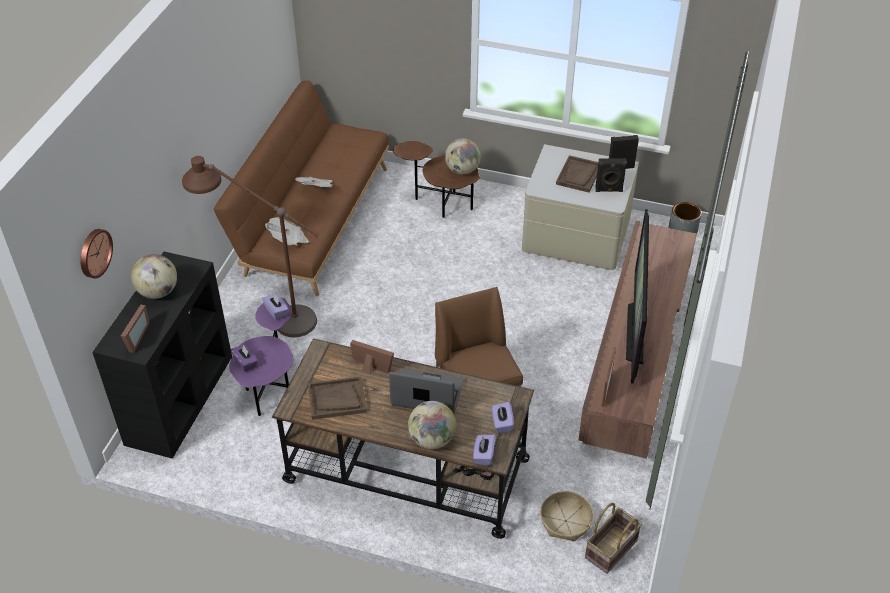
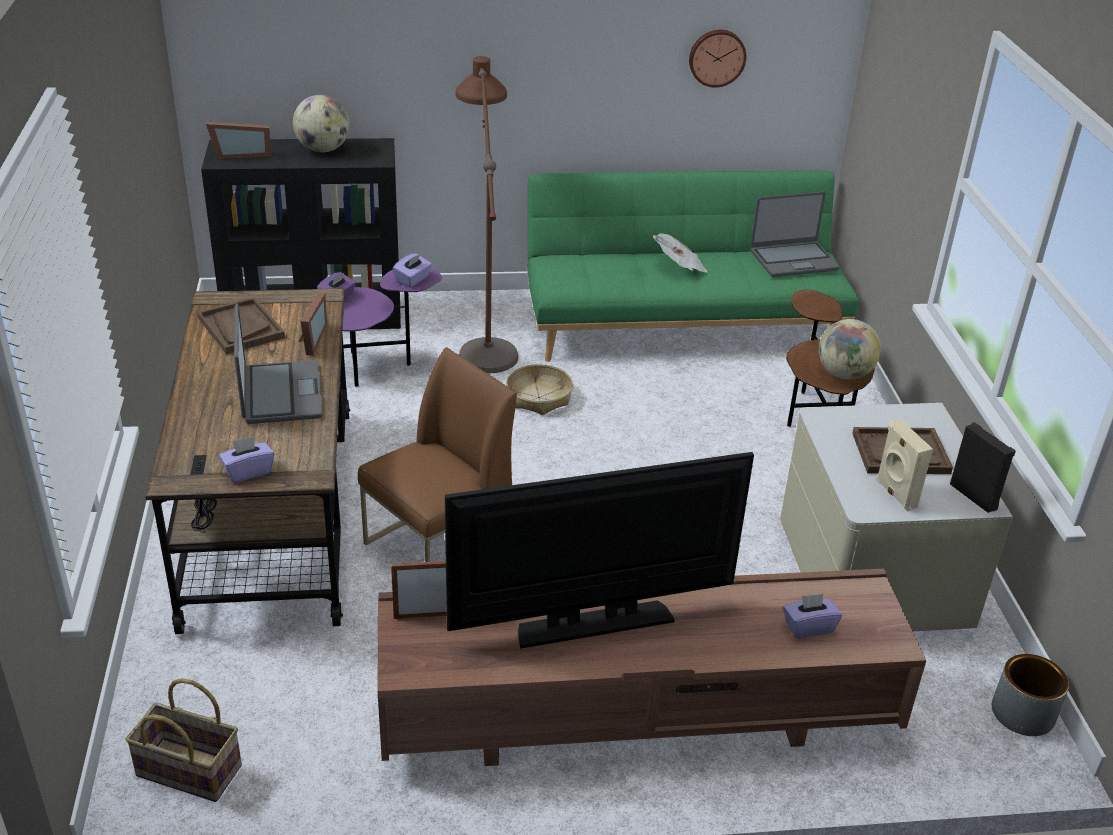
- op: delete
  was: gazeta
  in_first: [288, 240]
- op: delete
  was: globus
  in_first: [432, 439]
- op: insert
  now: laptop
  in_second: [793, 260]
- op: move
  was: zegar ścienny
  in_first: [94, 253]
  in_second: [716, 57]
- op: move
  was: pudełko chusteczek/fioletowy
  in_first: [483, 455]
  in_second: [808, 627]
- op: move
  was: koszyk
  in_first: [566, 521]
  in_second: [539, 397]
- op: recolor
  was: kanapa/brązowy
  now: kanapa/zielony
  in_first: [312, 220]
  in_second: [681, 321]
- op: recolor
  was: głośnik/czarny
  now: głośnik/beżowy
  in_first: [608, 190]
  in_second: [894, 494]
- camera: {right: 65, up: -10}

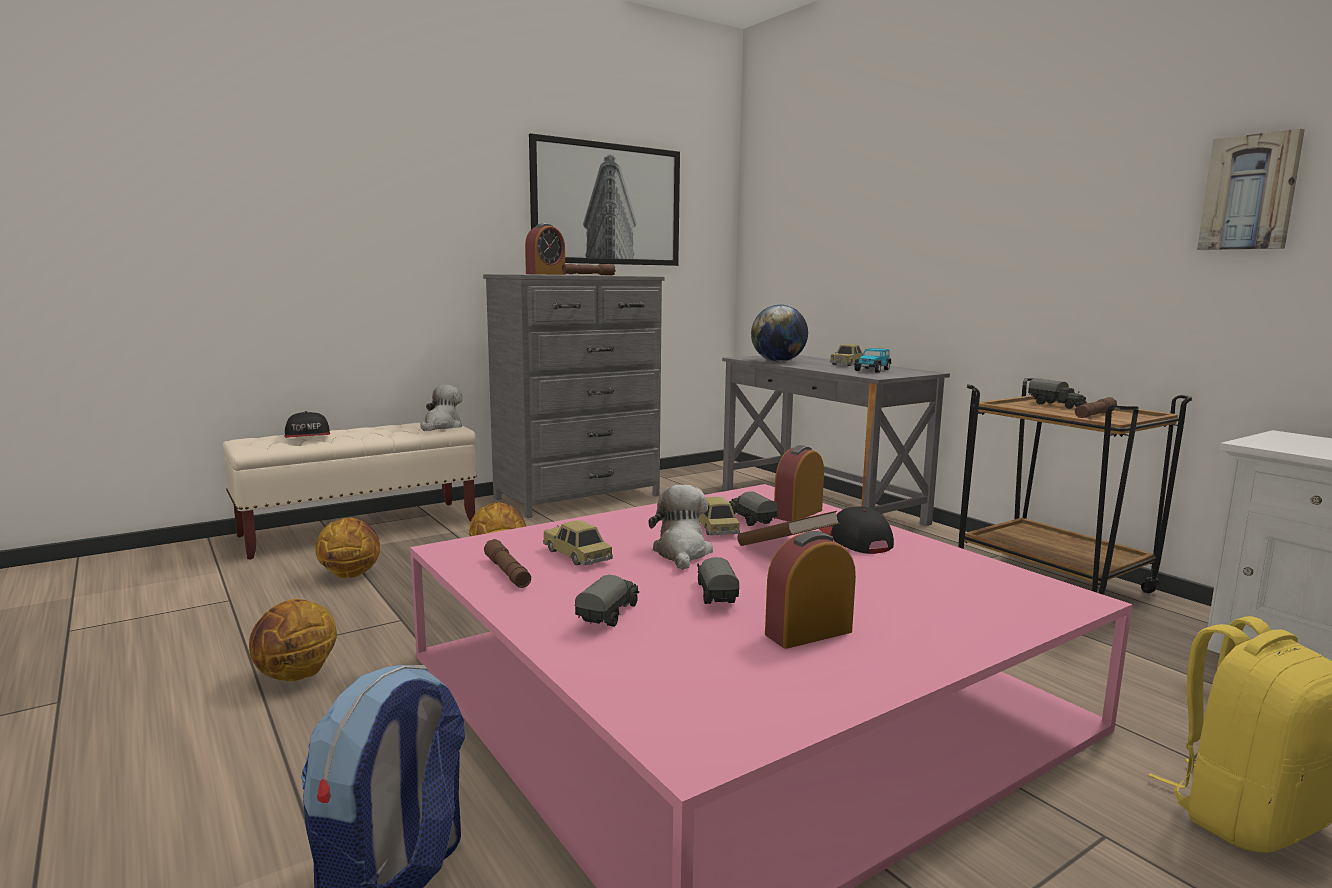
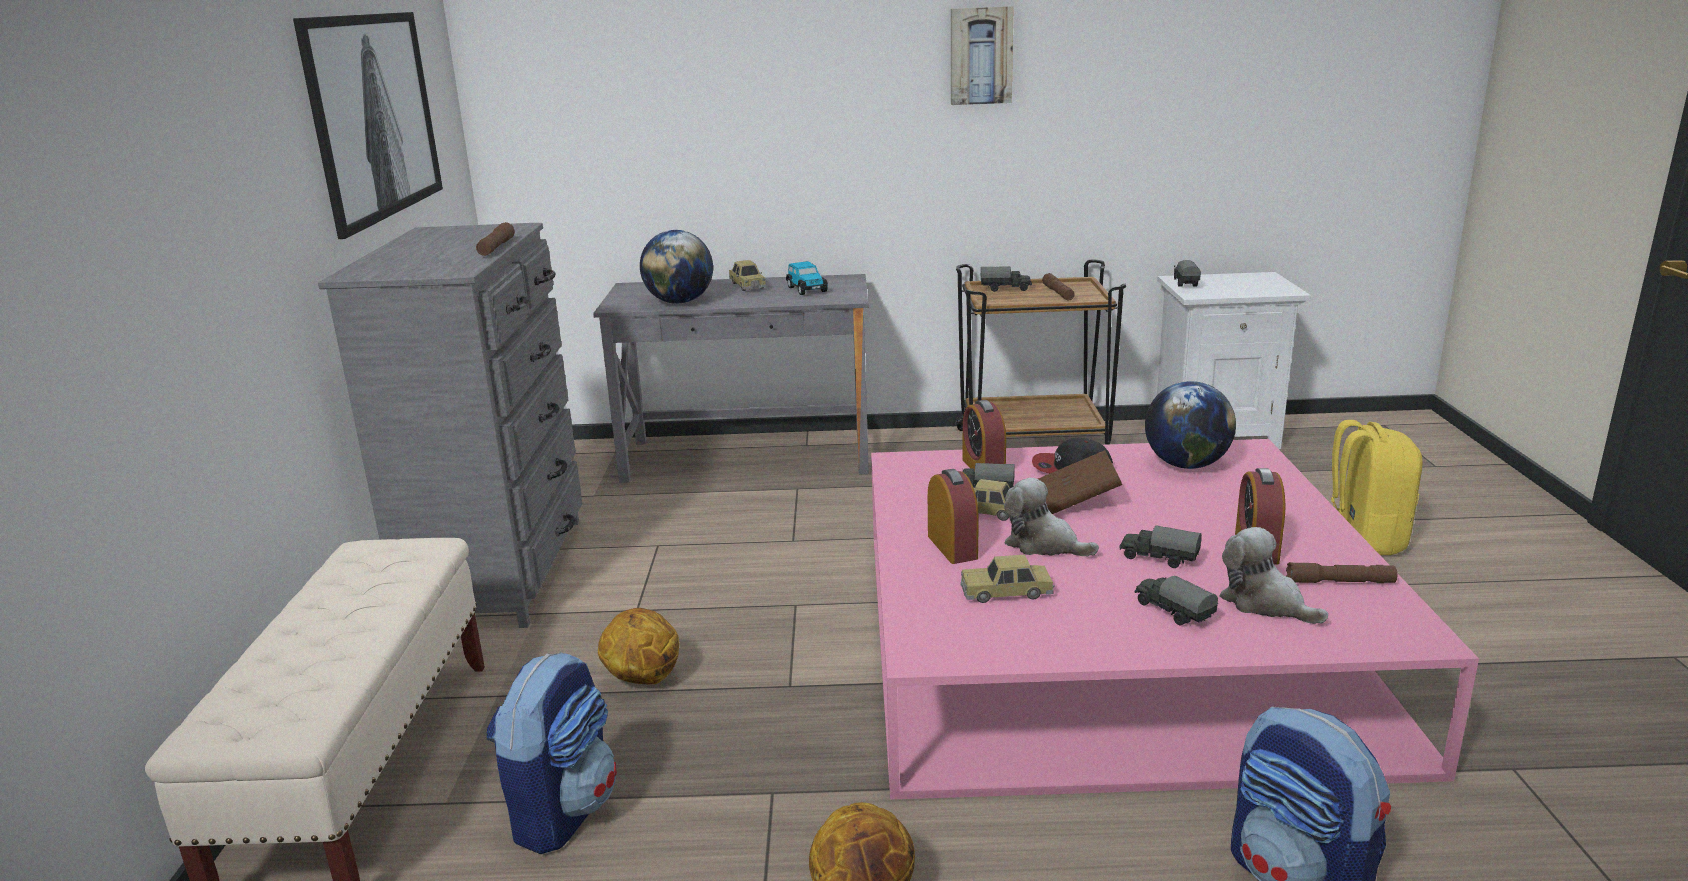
- op: delete
  was: czapka z daszkiem
  in_first: [308, 437]
- op: insert
  now: globus
  in_second: [1186, 465]
- op: insert
  now: ciężarówka zabawkowa
  in_second: [1185, 283]
- op: move
  was: pluszak
  in_first: [442, 426]
  in_second: [1265, 603]
- op: move
  was: latarka/brązowy
  in_first: [507, 572]
  in_second: [1340, 582]
- op: move
  was: budzik
  in_first: [545, 274]
  in_second: [952, 547]
- op: move
  was: obraz
  in_first: [1250, 193]
  in_second: [981, 56]
- op: replace
  was: piłka do koszykówki
  now: plecak
  in_first: [350, 574]
  in_second: [562, 811]
- camera: {right: -55, up: 10}

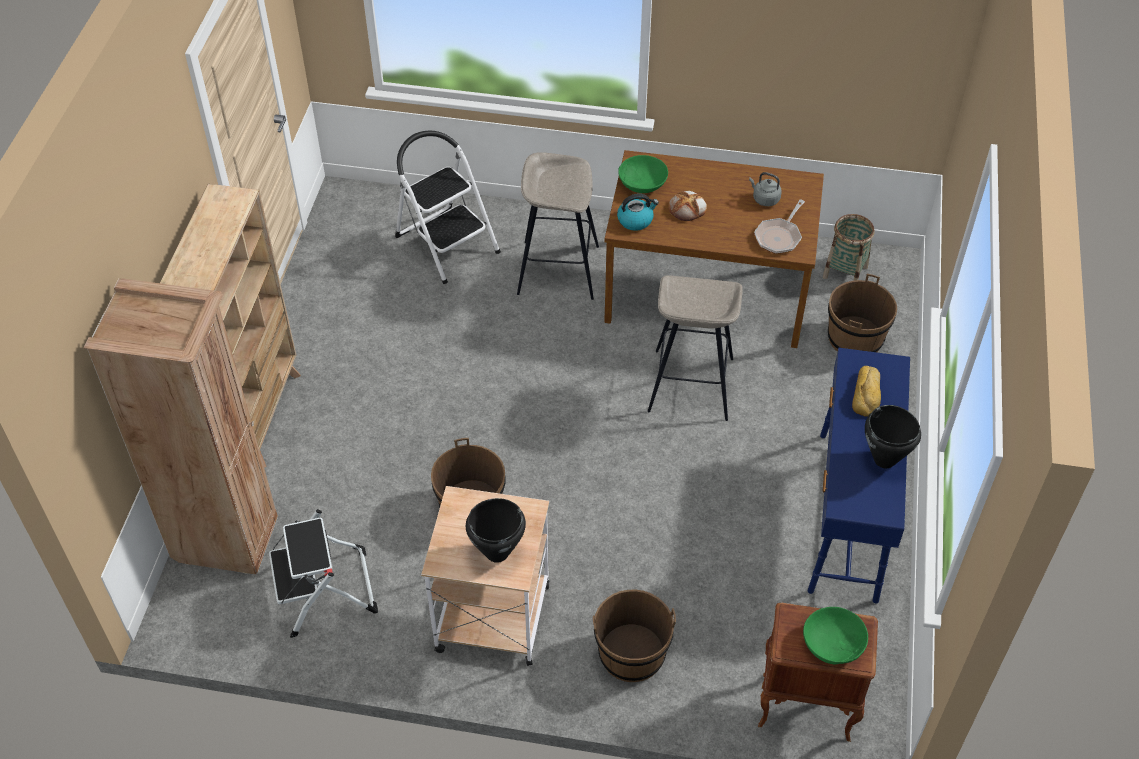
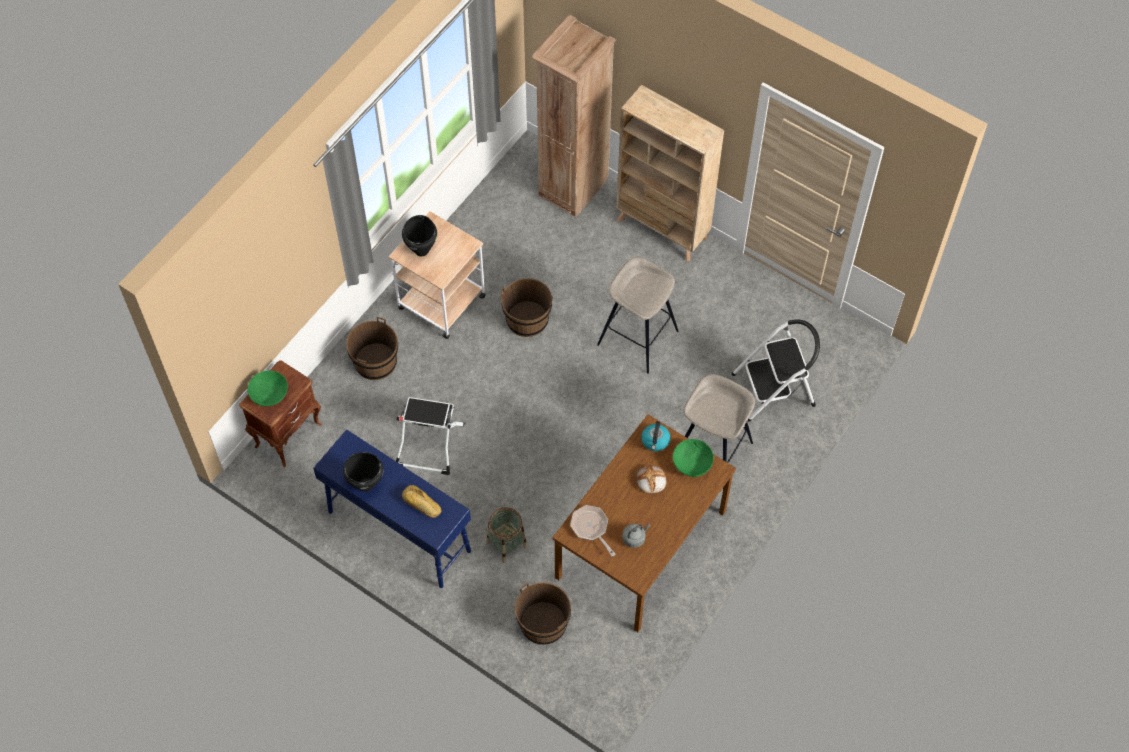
- op: move
  was: drabinka
  in_first: [325, 589]
  in_second: [428, 442]
- op: move
  was: stołek/szary
  in_first: [690, 385]
  in_second: [637, 337]
- op: move
  was: koszyk
  in_first: [845, 272]
  in_second: [506, 544]
- camera: {right: 115, up: 10}

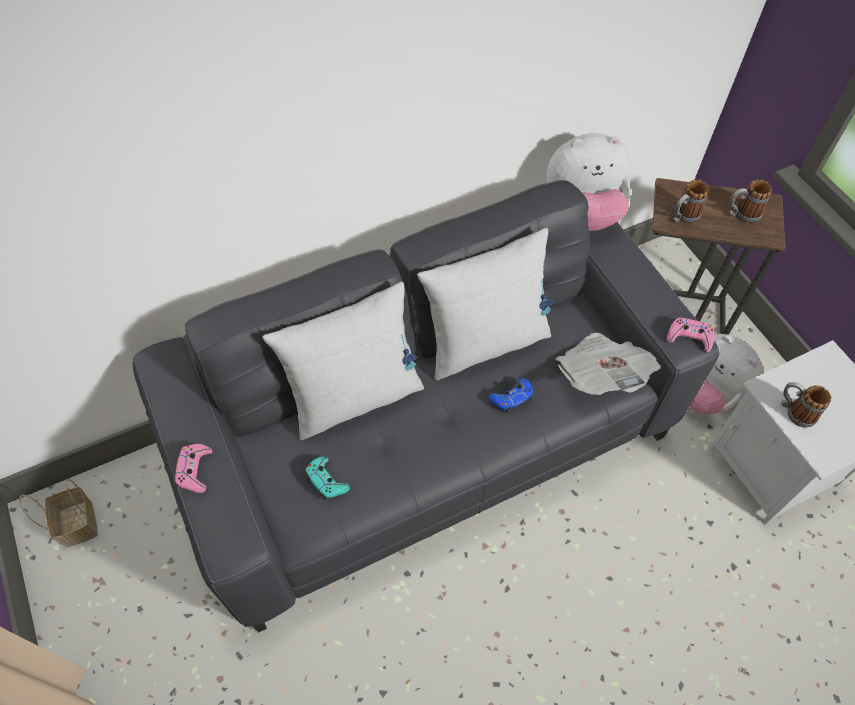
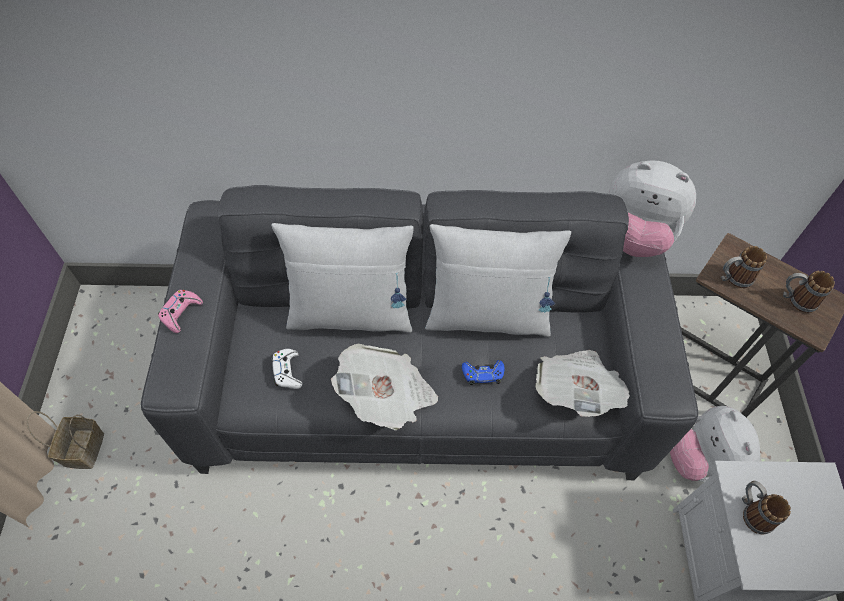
- op: delete
  was: pad do gier/różowy
  in_first: [689, 337]
- op: insert
  now: gazeta
  in_second: [387, 396]
- op: move
  was: koszyk
  in_first: [77, 522]
  in_second: [83, 447]
- op: recolor
  was: pad do gier/turkusowy
  now: pad do gier/biały
  in_first: [327, 481]
  in_second: [287, 372]
- camera: {right: 25, up: 0}

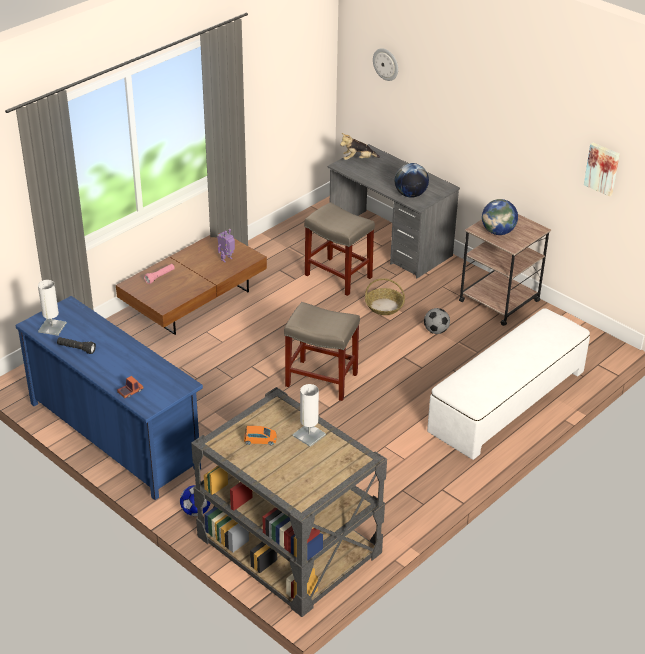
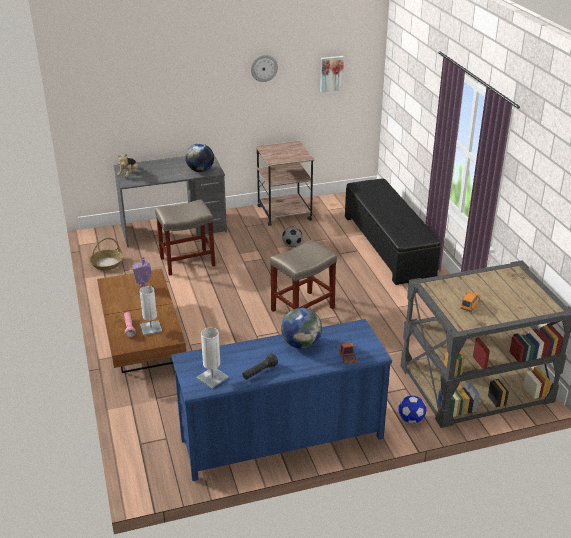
- op: move
  was: lampa stołowa/biały
  in_first: [309, 435]
  in_second: [151, 328]
- op: move
  was: koszyk
  in_first: [384, 306]
  in_second: [107, 263]
- op: move
  was: zegar ścienny
  in_first: [386, 64]
  in_second: [264, 68]
- op: move
  was: globus
  in_first: [498, 232]
  in_second: [301, 344]
- op: recolor
  was: ławka/biały
  now: ławka/czarny
  in_first: [507, 401]
  in_second: [388, 245]
- camera: {right: -60, up: -5}

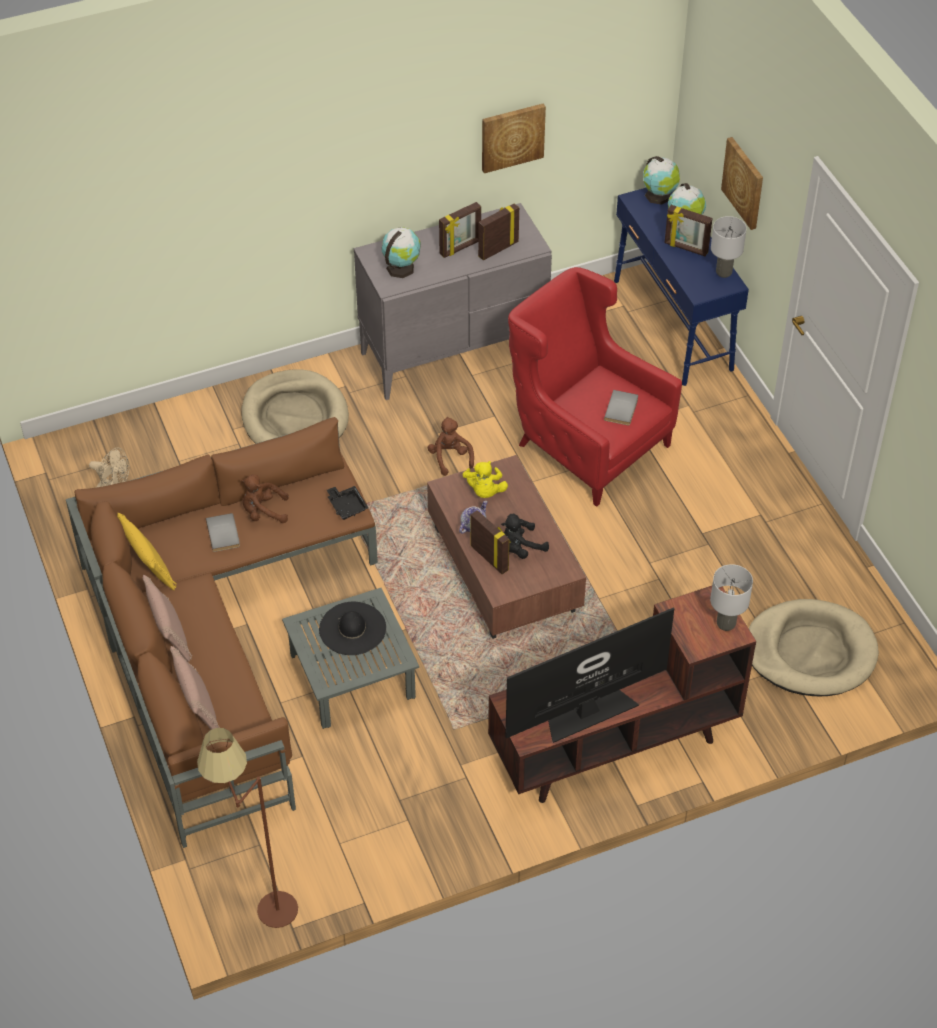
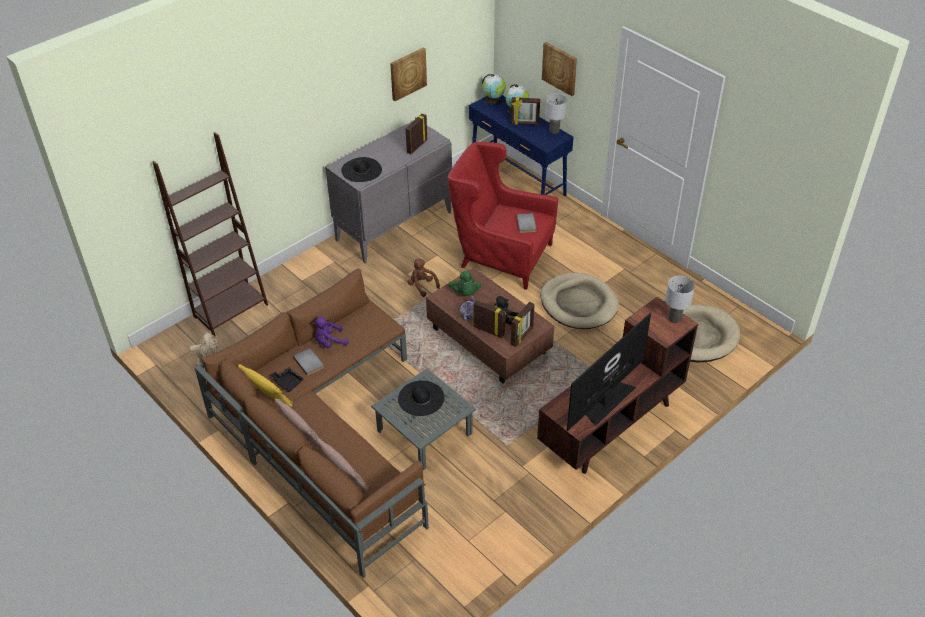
- op: delete
  was: lampa stojąca/brązowy
  in_first: [259, 905]
- op: insert
  now: regał/brązowy
  in_second: [230, 310]
- op: move
  was: legowisko/beżowy
  in_first: [295, 417]
  in_second: [578, 304]
- op: move
  was: taca/czarny
  in_first: [347, 506]
  in_second: [287, 382]
- op: move
  was: ramka na zdjęcie
  in_first: [460, 248]
  in_second: [522, 336]
- op: replace
  was: globus
  now: kapelusz/czarny
  in_first: [401, 267]
  in_second: [361, 170]
- op: recolor
  was: pluszak/brązowy
  now: pluszak/fioletowy
  in_first: [263, 512]
  in_second: [329, 342]
- op: recolor
  was: pluszak/żółty
  now: pluszak/zielony
  in_first: [484, 491]
  in_second: [465, 293]
- camera: {right: -20, up: -5}

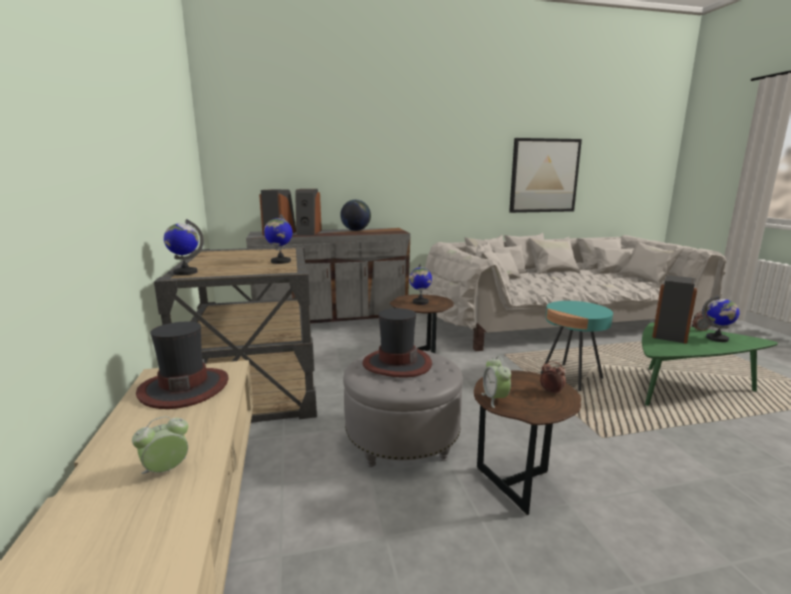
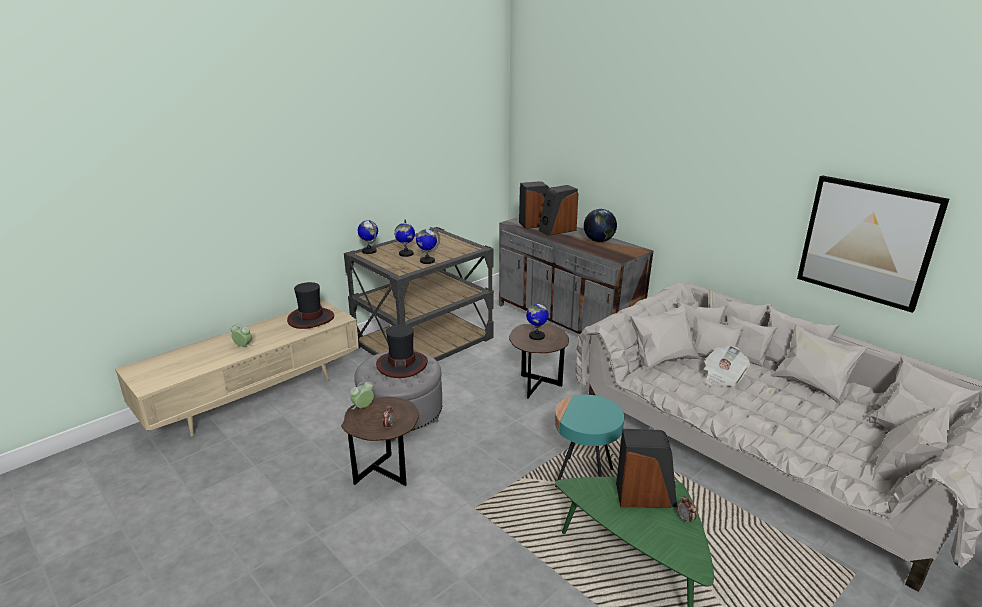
- op: insert
  now: gazeta
  in_second: [722, 377]
- op: move
  was: globus
  in_first: [717, 339]
  in_second: [406, 254]
- camera: {right: 60, up: 10}

